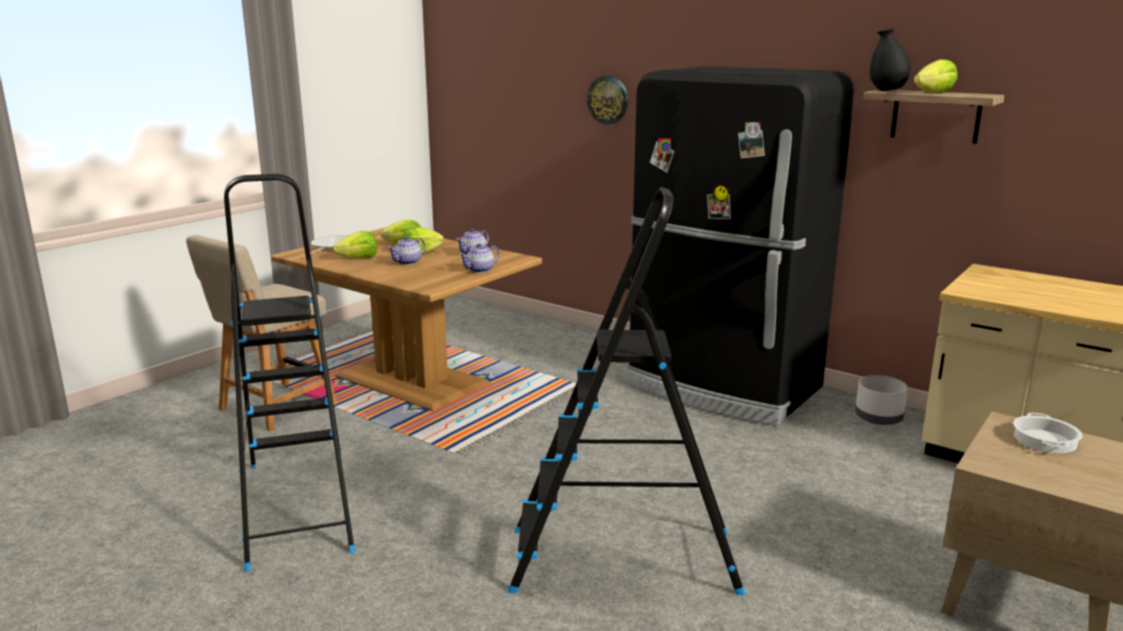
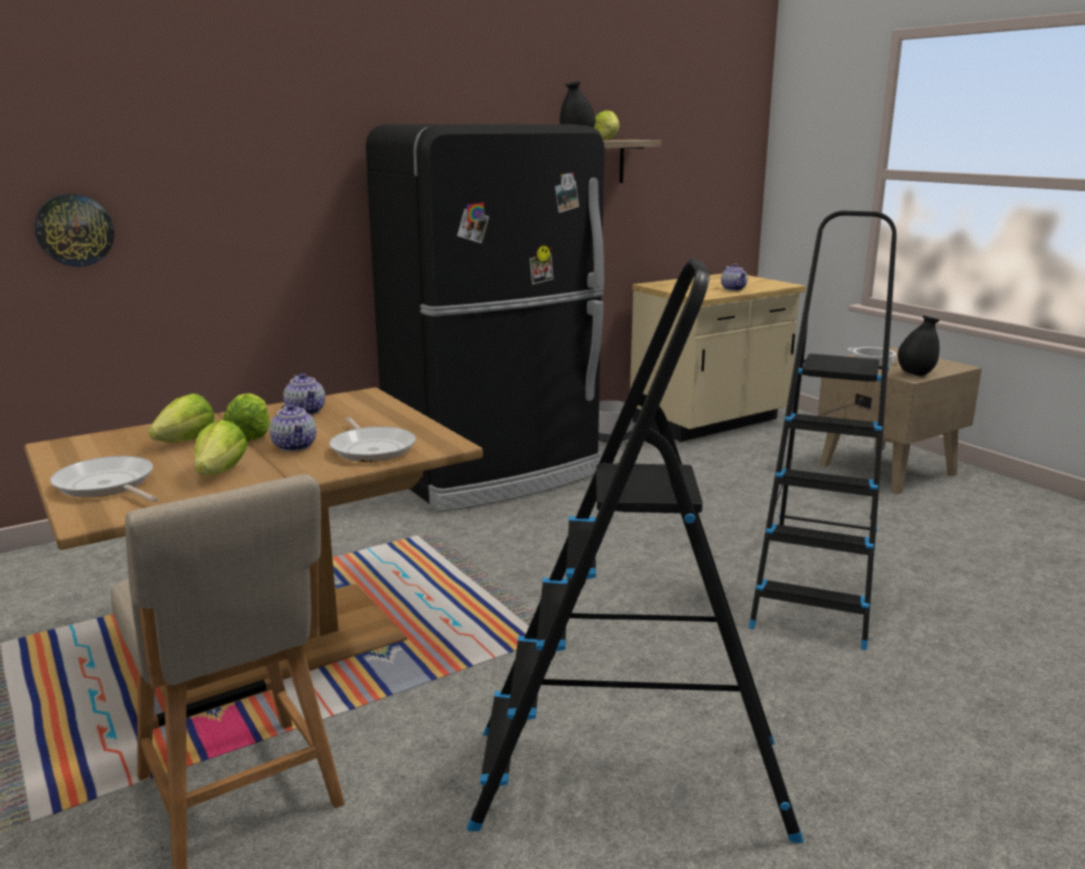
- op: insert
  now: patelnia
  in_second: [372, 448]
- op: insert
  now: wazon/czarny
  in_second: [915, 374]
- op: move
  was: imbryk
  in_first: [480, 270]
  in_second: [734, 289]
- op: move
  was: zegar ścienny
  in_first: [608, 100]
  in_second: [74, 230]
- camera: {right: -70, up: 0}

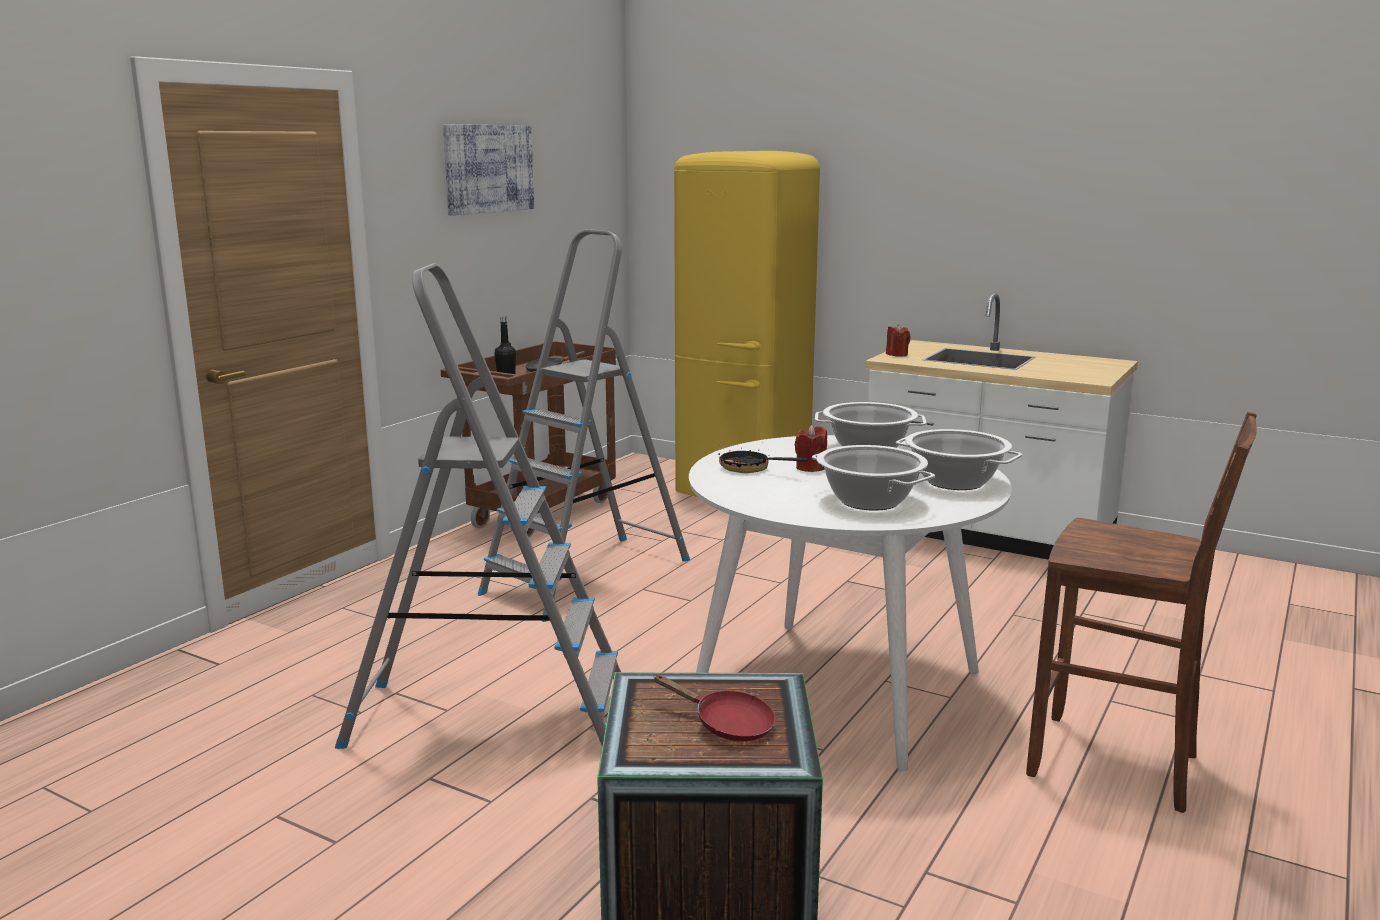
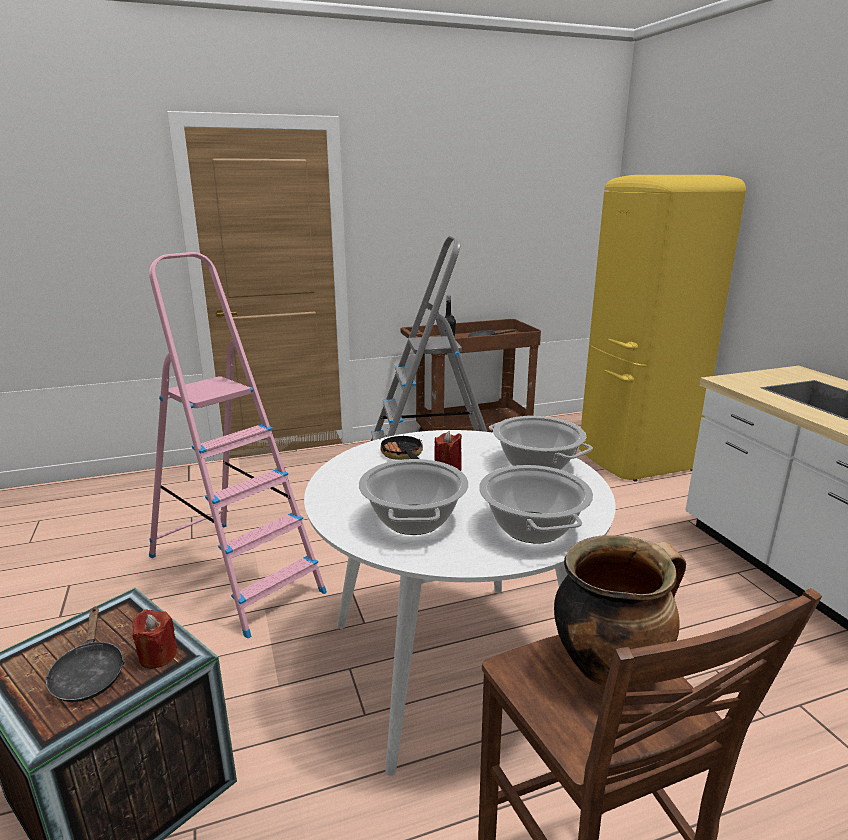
- op: delete
  was: obraz
  in_first: [488, 168]
- op: insert
  now: garnek
  in_second: [609, 665]
- op: move
  was: świeca/czerwony
  in_first: [897, 354]
  in_second: [157, 656]
- op: recolor
  was: drabinka/szary
  now: drabinka/różowy
  in_first: [491, 718]
  in_second: [234, 573]
- op: recolor
  was: patelnia/czerwony
  now: patelnia/czarny
  in_first: [726, 724]
  in_second: [89, 674]
- camera: {right: 40, up: 5}

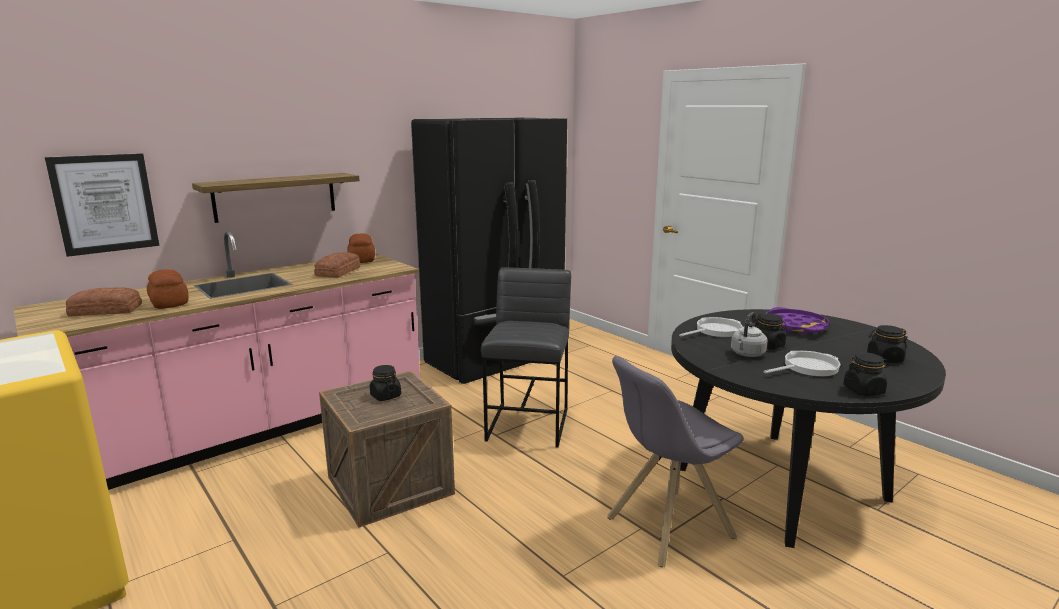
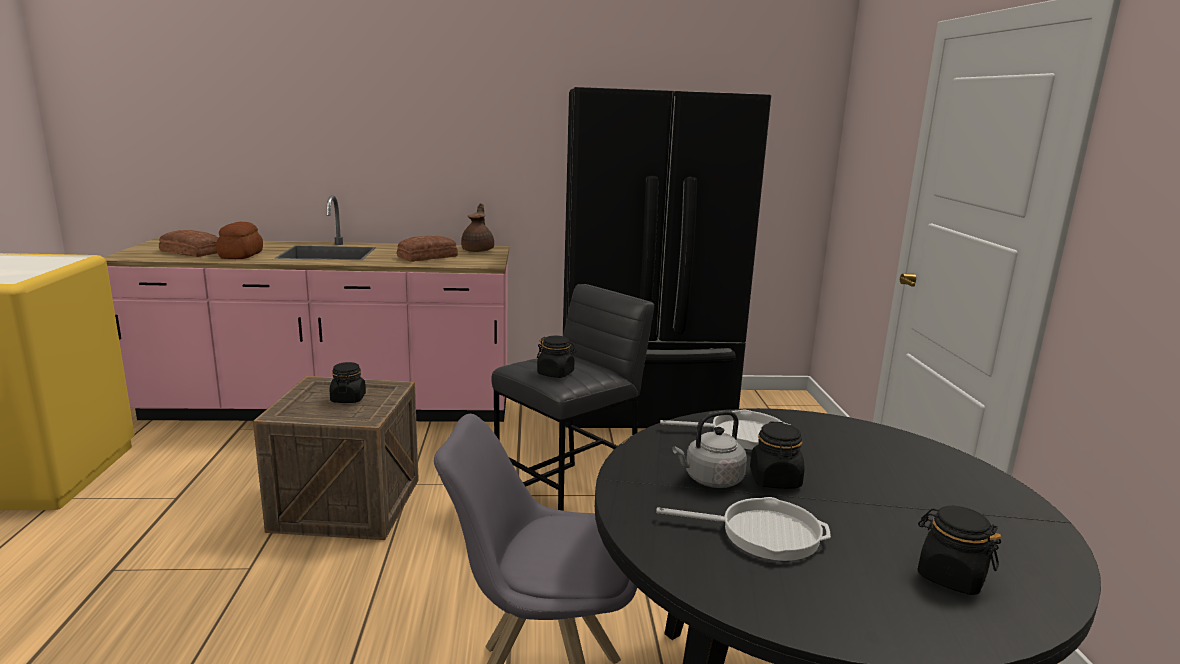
- op: delete
  was: obraz
  in_first: [105, 203]
- op: delete
  was: półka
  in_first: [275, 197]
- op: delete
  was: taca/fioletowy
  in_first: [795, 326]
- op: move
  was: słoik/czarny
  in_first: [863, 390]
  in_second: [555, 373]
- op: replace
  was: chleb
  now: imbryk/brązowy
  in_first: [362, 259]
  in_second: [478, 250]
- camera: {right: 35, up: 0}

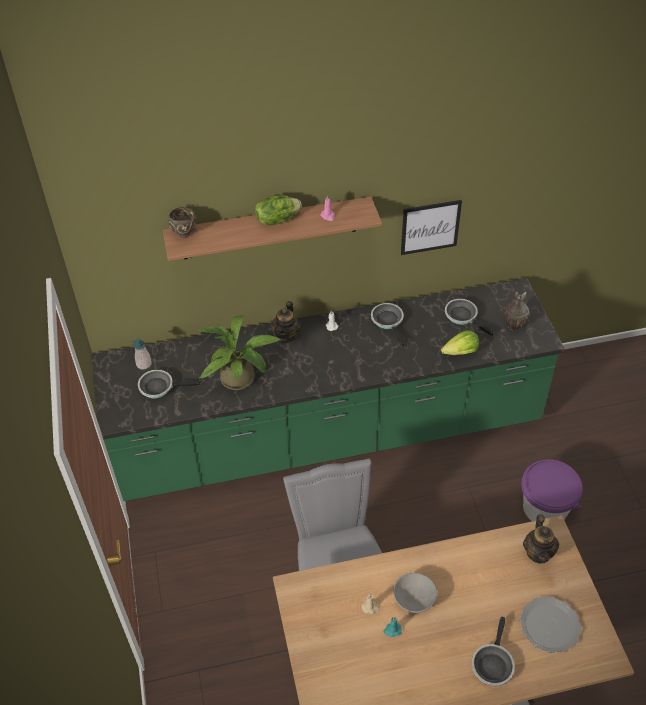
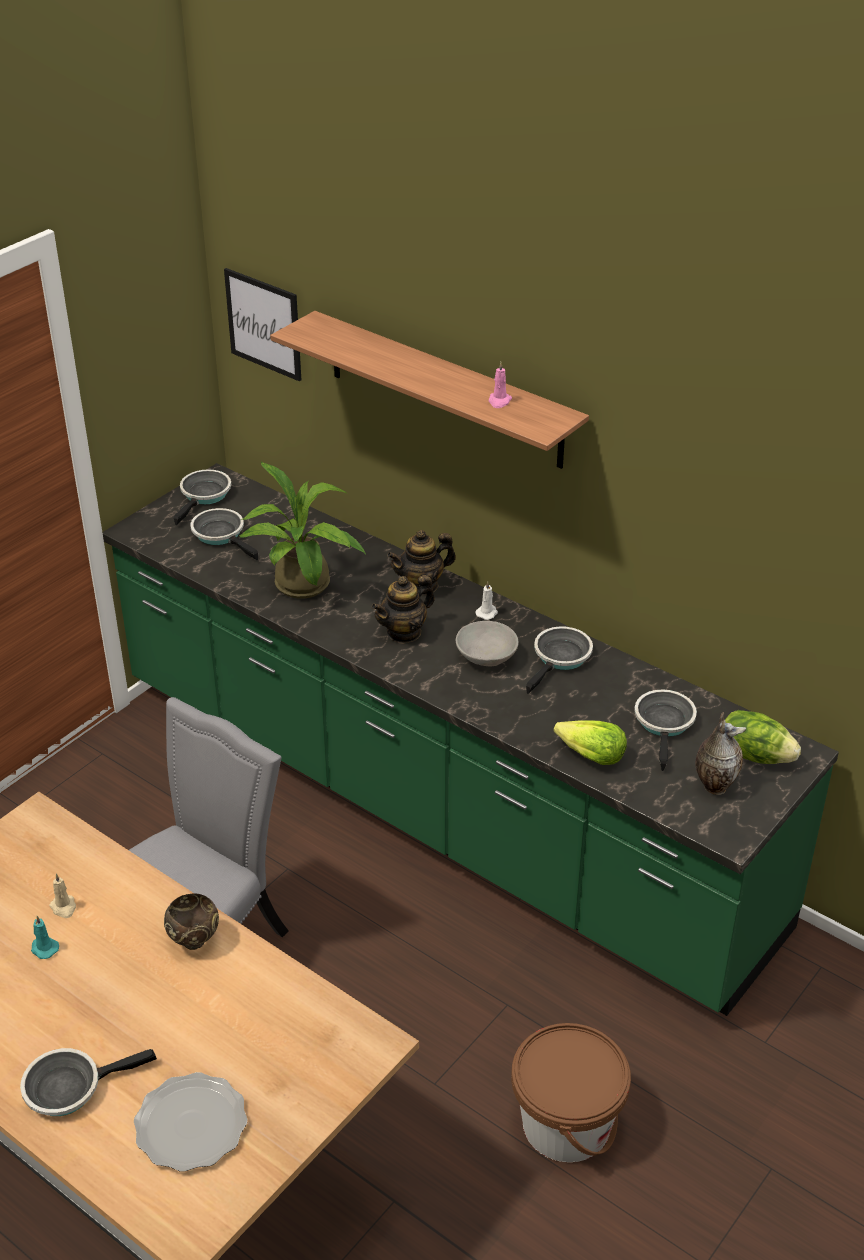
- op: delete
  was: dozownik mydła
  in_first: [144, 364]
- op: insert
  now: patelnia
  in_second: [204, 496]
- op: move
  was: miska/brązowy
  in_first: [184, 234]
  in_second: [195, 941]
- op: move
  was: sałata
  in_first: [277, 219]
  in_second: [755, 754]
- op: move
  was: miska/szary
  in_first: [414, 599]
  in_second: [486, 657]
- op: move
  was: obraz
  in_first: [430, 227]
  in_second: [264, 324]
- op: move
  was: imbryk
  in_first: [538, 553]
  in_second: [404, 632]
- op: recolor
  was: wiadro/fioletowy
  now: wiadro/brązowy
  in_first: [545, 507]
  in_second: [566, 1124]
- camera: {right: 50, up: -10}

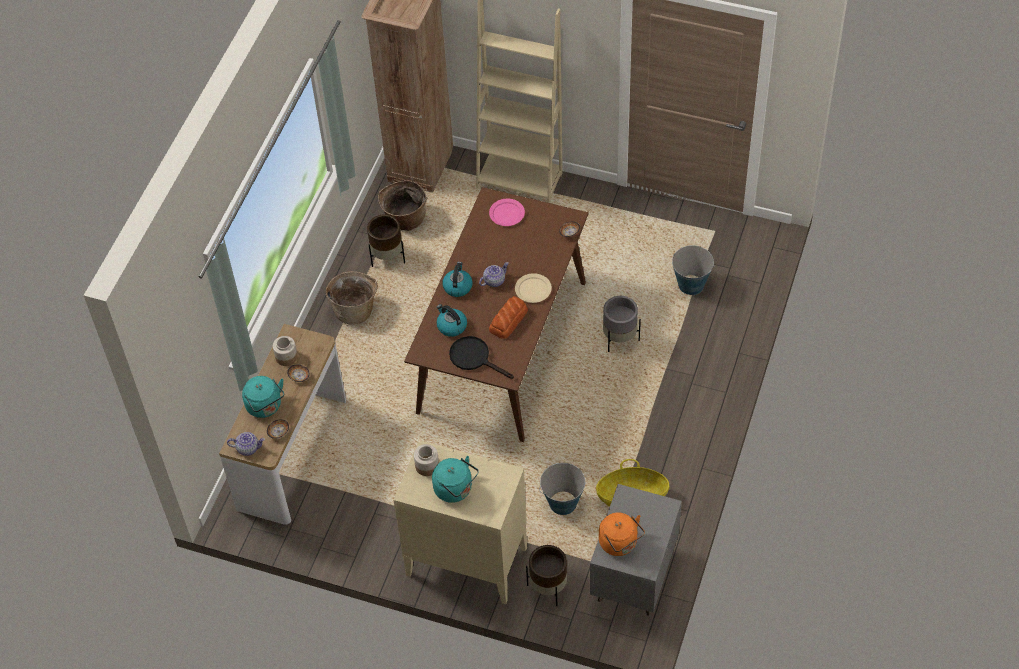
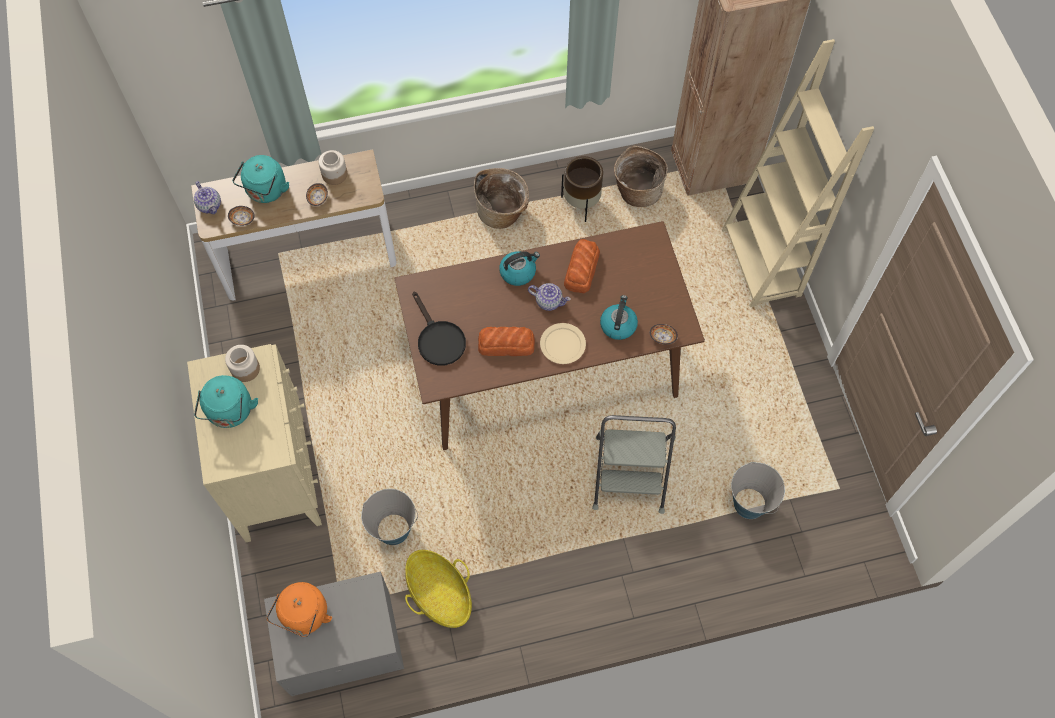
- op: delete
  was: talerz/różowy
  in_first: [506, 213]
- op: delete
  was: donica/brązowy
  in_first: [548, 588]
- op: insert
  now: chleb
  in_second: [581, 269]
- op: move
  was: czajnik
  in_first: [451, 326]
  in_second: [618, 325]
- op: replace
  was: donica/szary
  now: drabinka/szary
  in_first: [619, 339]
  in_second: [630, 470]
- op: rotate
  was: patelnia/czarny
  in_first: [474, 357]
  in_second: [438, 339]
  clockwise: 150
- camera: {right: 55, up: 10}

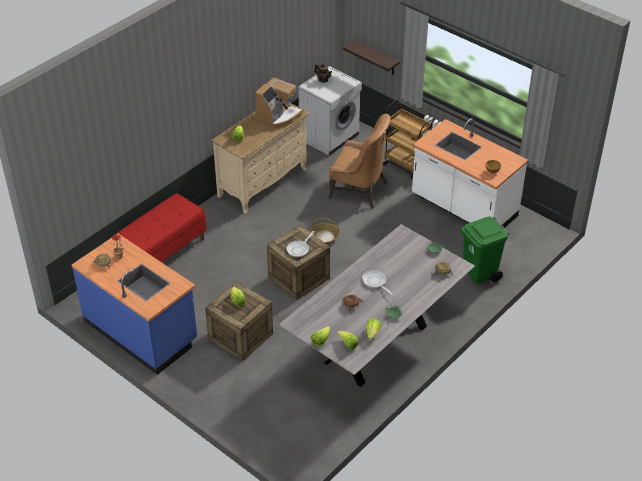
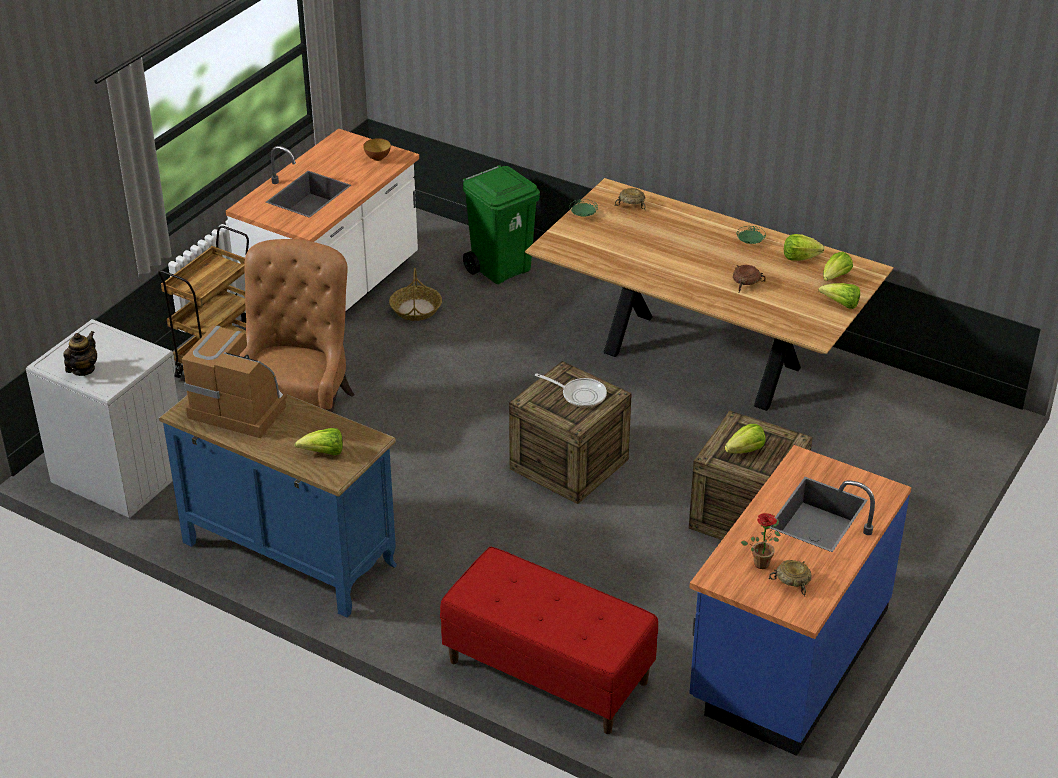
- op: delete
  was: półka
  in_first: [376, 58]
- op: delete
  was: patelnia
  in_first: [375, 282]
- op: move
  was: koszyk
  in_first: [324, 237]
  in_second: [415, 309]
- op: recolor
  was: komoda/beżowy
  now: komoda/niebieski
  in_first: [263, 183]
  in_second: [291, 552]
- op: recolor
  was: stół jadalny/szary
  now: stół jadalny/brązowy
  in_first: [376, 344]
  in_second: [700, 360]
- camera: {right: -100, up: -5}

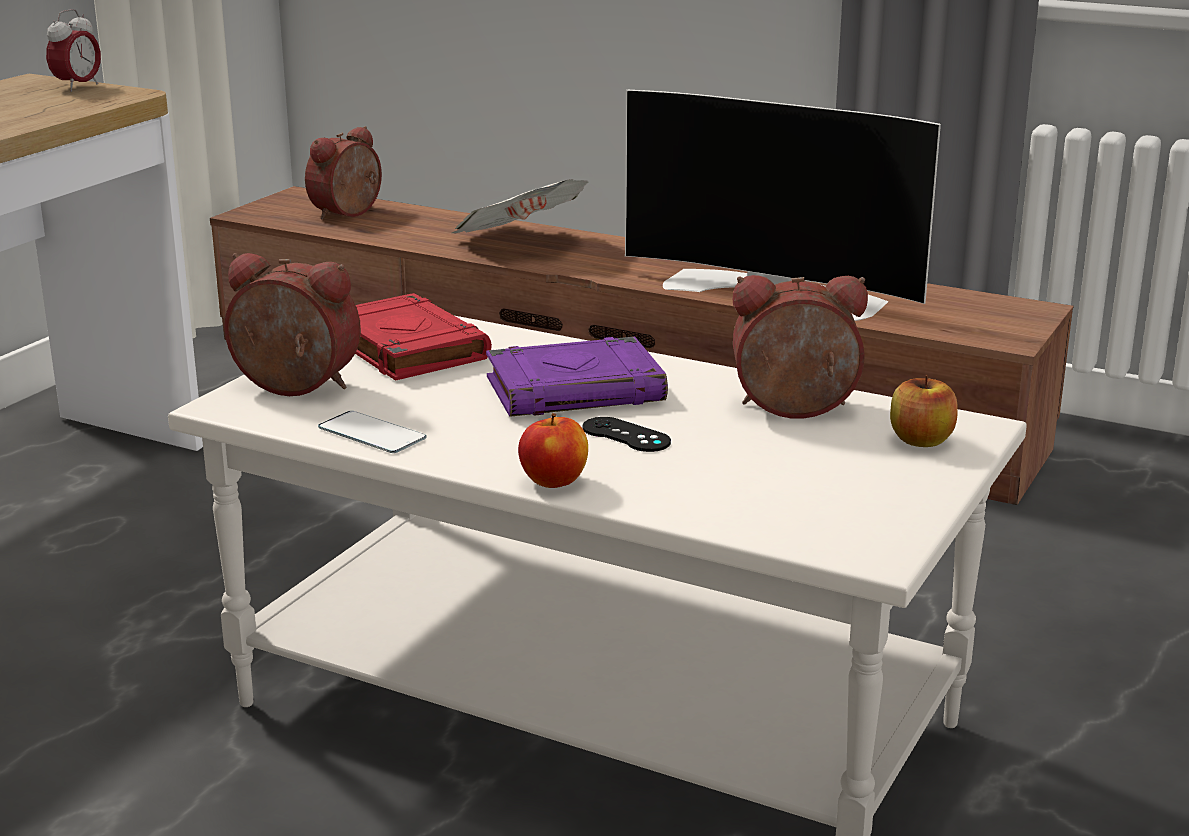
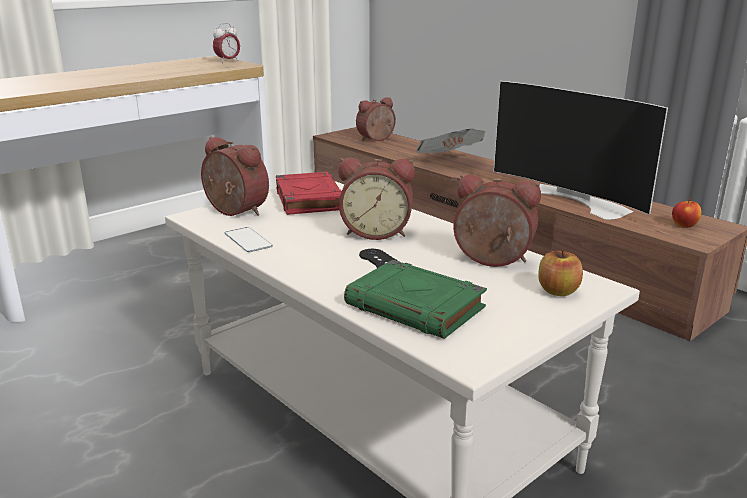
- op: insert
  now: książka/zielony
  in_second: [416, 307]
- op: move
  was: jabłko
  in_first: [554, 481]
  in_second: [684, 225]
- op: replace
  was: książka/fioletowy
  now: budzik
  in_first: [576, 390]
  in_second: [376, 232]
- camera: {right: 20, up: 0}

